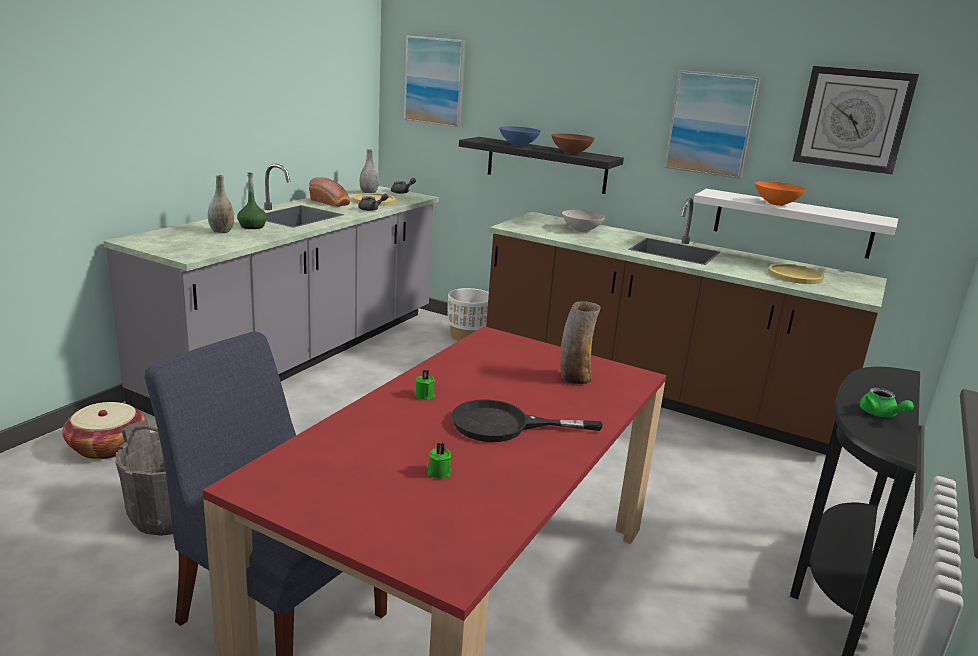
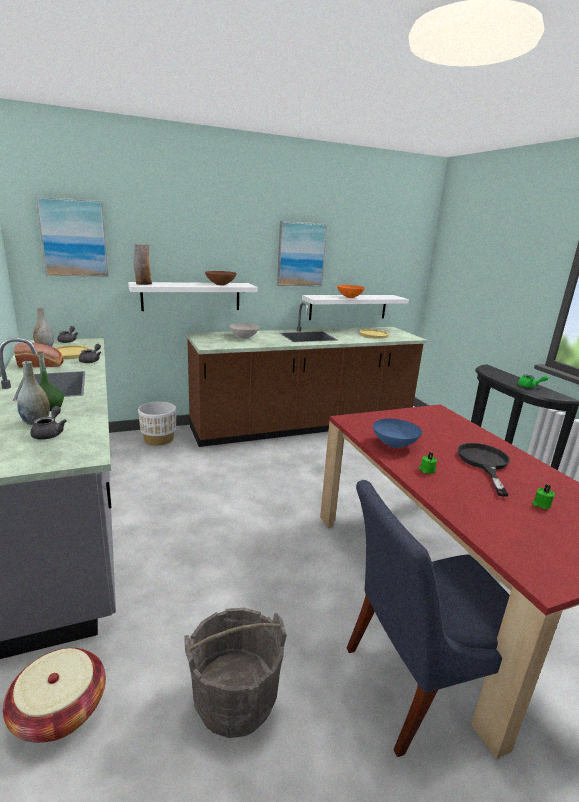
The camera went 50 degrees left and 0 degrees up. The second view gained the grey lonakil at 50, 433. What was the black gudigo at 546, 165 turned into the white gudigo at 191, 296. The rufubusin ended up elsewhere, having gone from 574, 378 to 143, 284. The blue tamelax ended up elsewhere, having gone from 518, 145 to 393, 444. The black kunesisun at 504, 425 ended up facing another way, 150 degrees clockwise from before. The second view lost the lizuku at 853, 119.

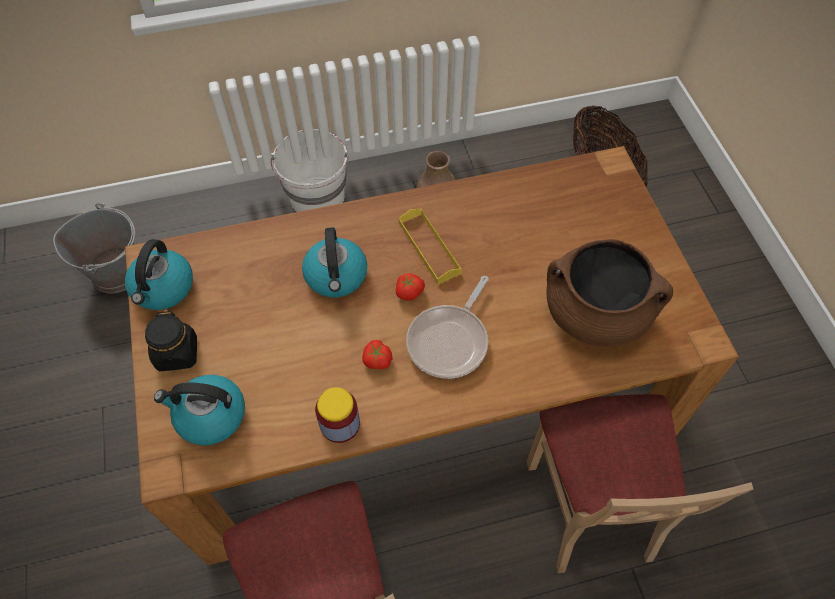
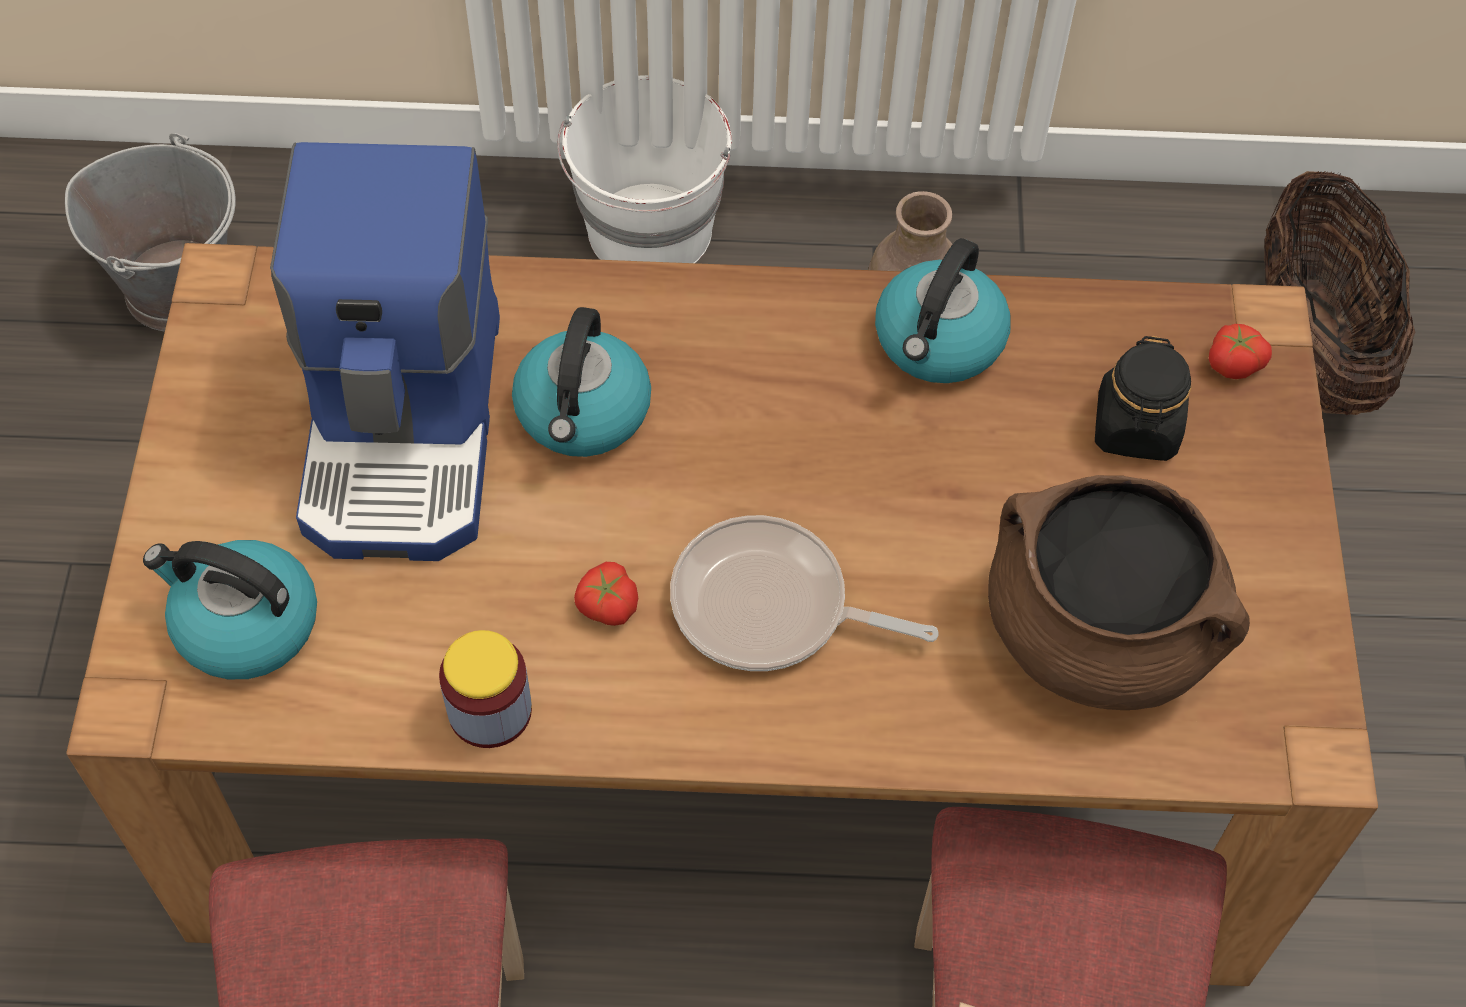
The camera went 15 degrees right and 0 degrees up. The second view gained the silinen at 408, 428. The kunesisun at 450, 341 ended up facing another way, 60 degrees clockwise from before. The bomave ended up elsewhere, having gone from 163, 289 to 938, 342. The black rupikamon ended up elsewhere, having gone from 177, 353 to 1136, 428. The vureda ended up elsewhere, having gone from 408, 291 to 1233, 362. The second view lost the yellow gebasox at 429, 248.

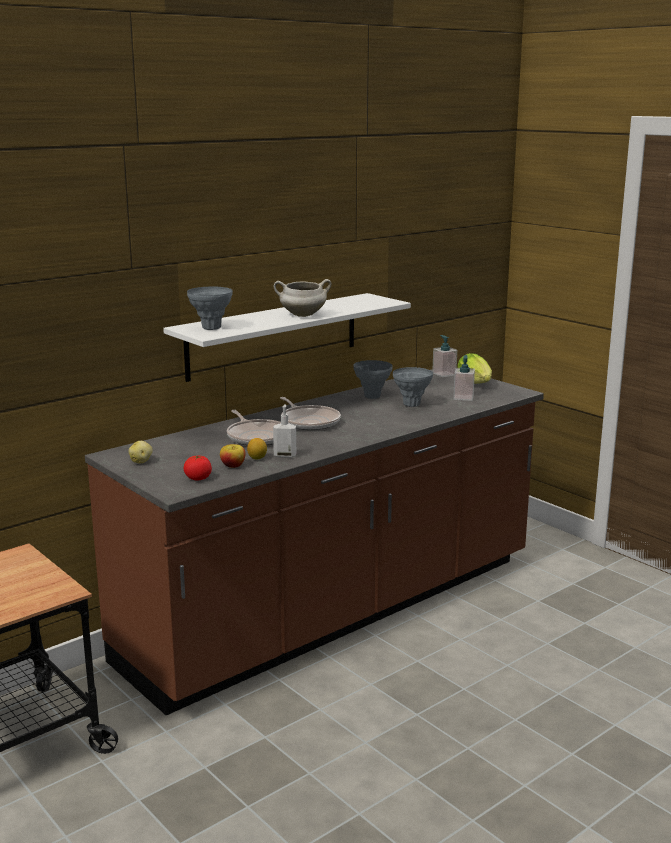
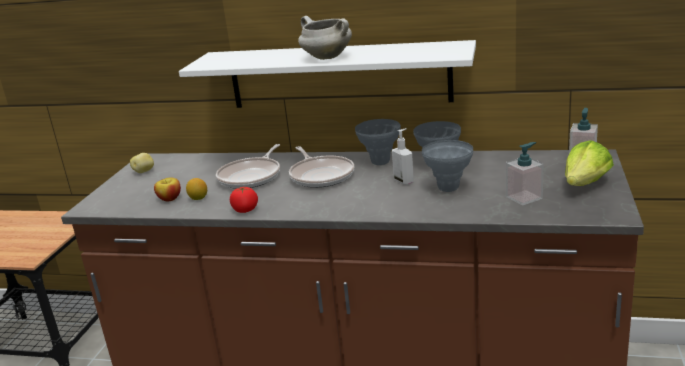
The camera went 55 degrees right and 5 degrees up. The vureda ended up elsewhere, having gone from 198, 478 to 245, 210. The kunesisun at 309, 421 ended up facing another way, 45 degrees counterclockwise from before. The grey rufubusin ended up elsewhere, having gone from 211, 328 to 380, 162. The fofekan ended up elsewhere, having gone from 285, 455 to 404, 181.

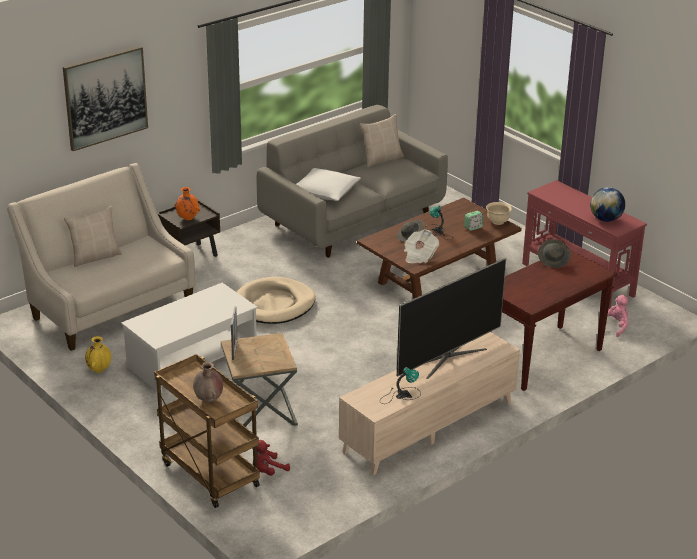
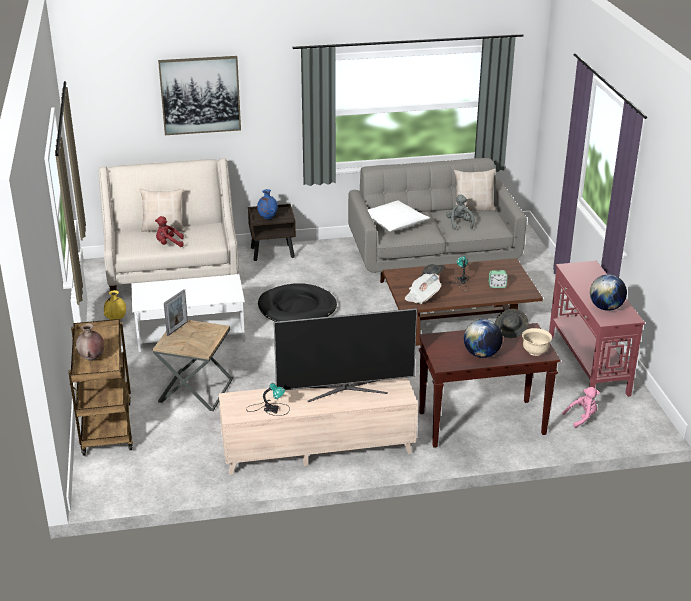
The camera went 30 degrees right and 0 degrees up. The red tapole ended up elsewhere, having gone from 267, 471 to 168, 244. What was the orange rufubusin at 187, 218 turned into the blue rufubusin at 267, 217. What was the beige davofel at 274, 304 turned into the black davofel at 297, 308. The second view gained the grey tapole at 459, 224. The second view gained the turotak at 481, 354. The beige tamelax ended up elsewhere, having gone from 497, 221 to 535, 351.

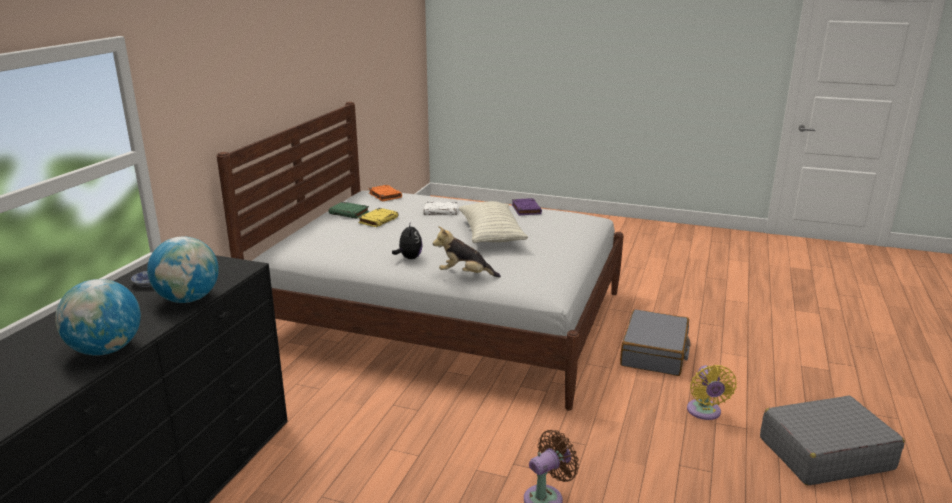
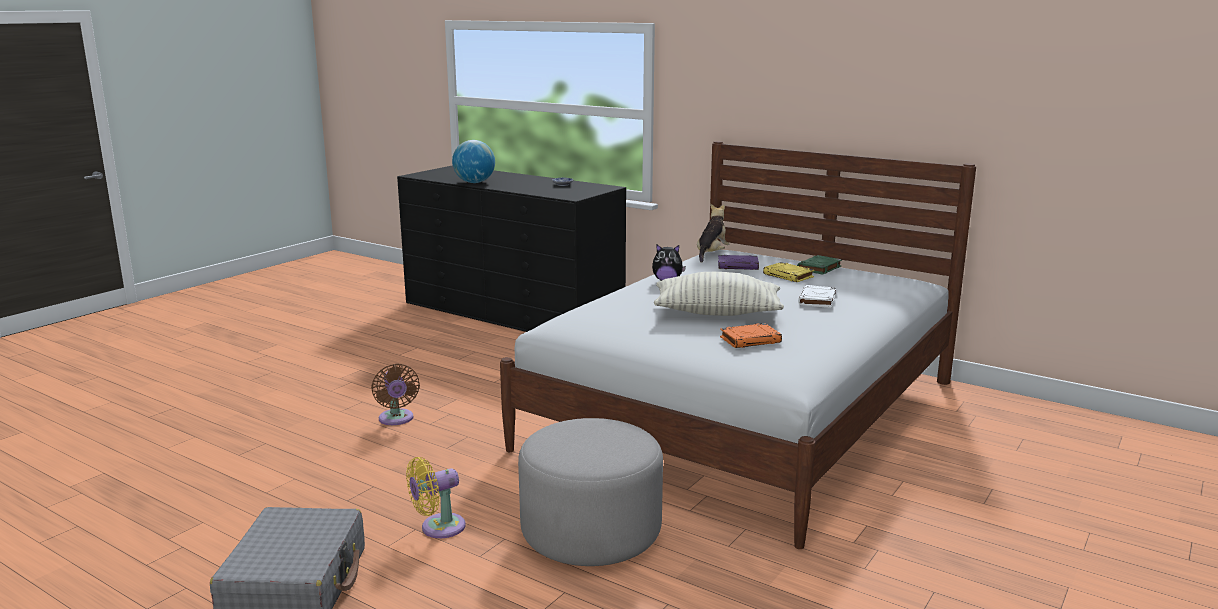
The camera went 105 degrees right and 5 degrees down. The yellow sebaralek at 704, 412 ended up facing another way, 45 degrees counterclockwise from before. Where the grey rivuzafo stood at 654, 353, the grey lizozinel came to stand at 591, 532. The tapole ended up elsewhere, having gone from 465, 275 to 711, 254. The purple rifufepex ended up elsewhere, having gone from 526, 209 to 738, 266. The orange rifufepex ended up elsewhere, having gone from 384, 195 to 750, 340. The second view lost the turotak at 188, 299.

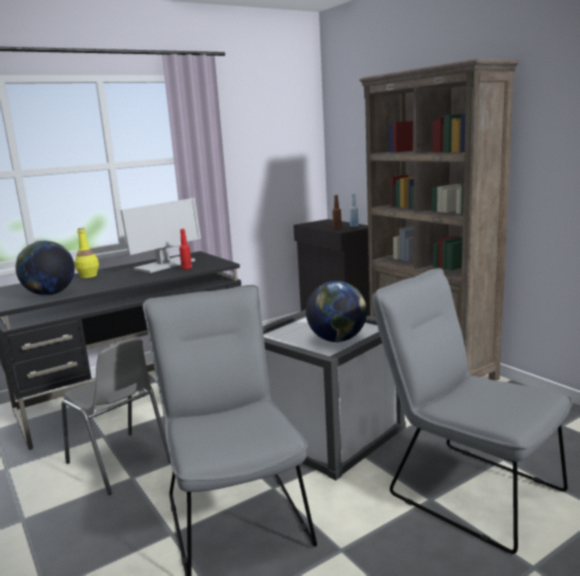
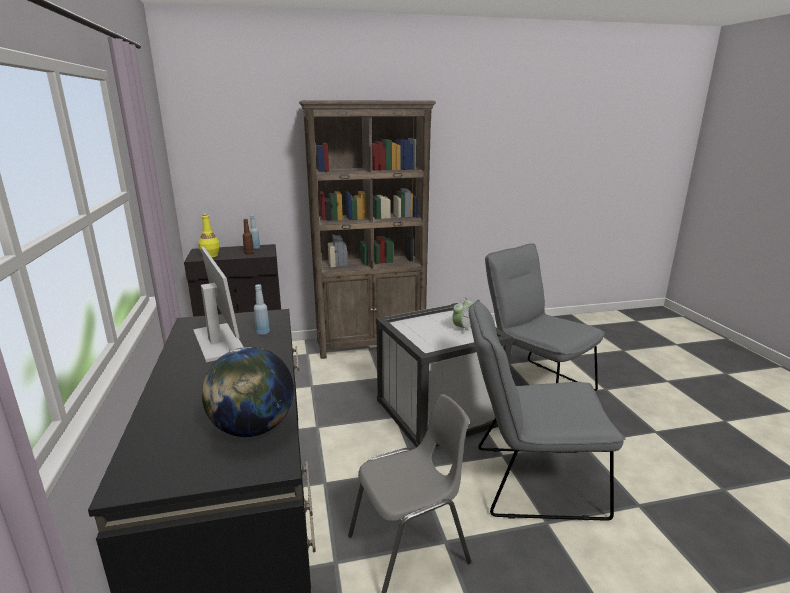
The camera went 70 degrees left and 5 degrees up. The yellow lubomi ended up elsewhere, having gone from 88, 276 to 210, 256. What was the red lubomi at 186, 268 turned into the blue lubomi at 263, 332. Where the turotak stood at 337, 340, the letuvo came to stand at 463, 329. The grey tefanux at 465, 488 ended up facing another way, 75 degrees clockwise from before.

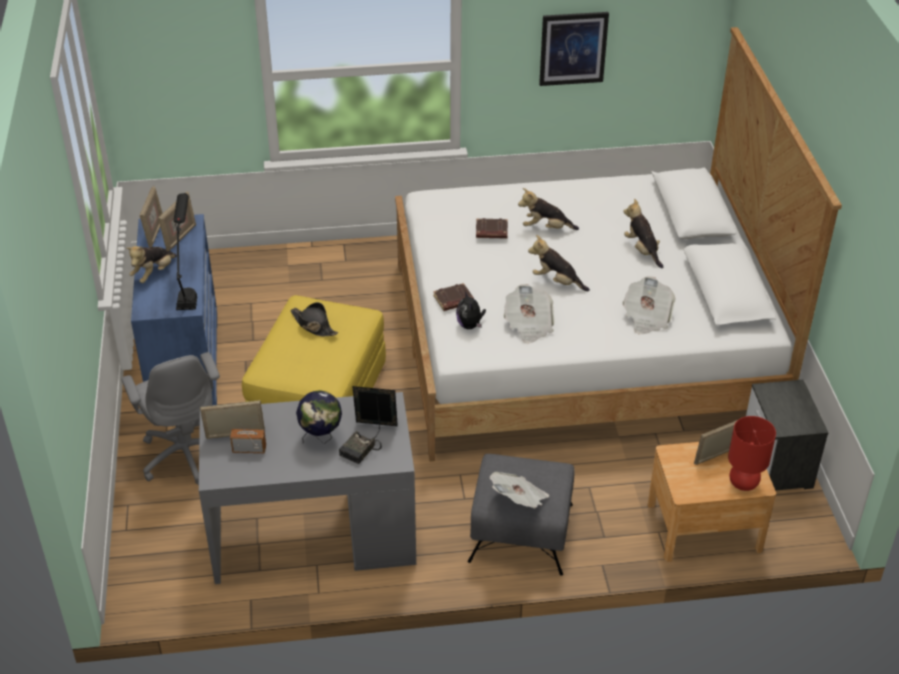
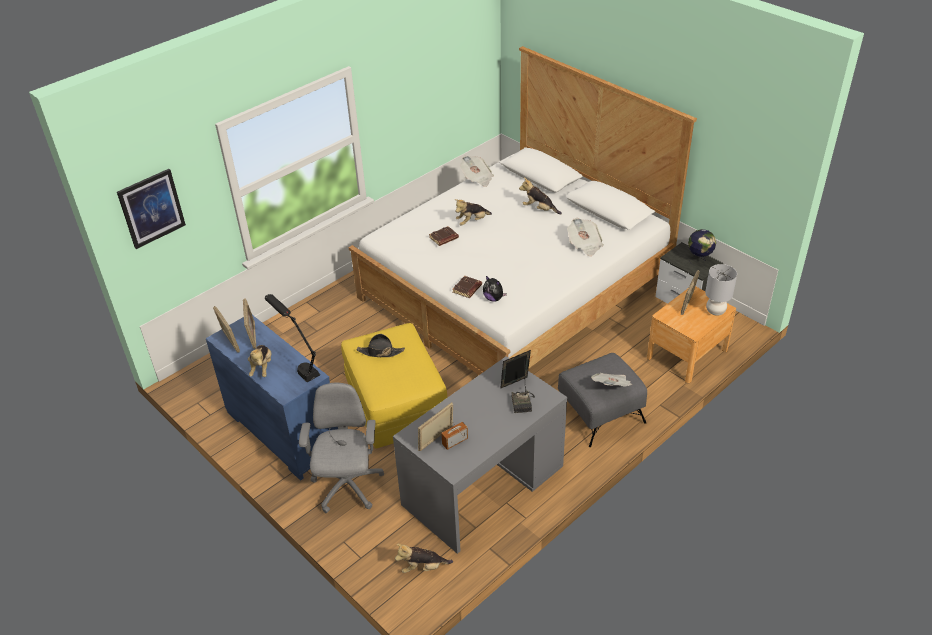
The camera went 35 degrees left and 0 degrees up. The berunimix ended up elsewhere, having gone from 573, 48 to 151, 208. The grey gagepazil at 185, 454 ended up facing another way, 120 degrees counterclockwise from before. The tapole ended up elsewhere, having gone from 556, 281 to 423, 567. The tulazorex ended up elsewhere, having gone from 528, 325 to 477, 178. The turotak ended up elsewhere, having gone from 321, 437 to 699, 259. What was the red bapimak at 744, 483 turned into the grey bapimak at 715, 311.

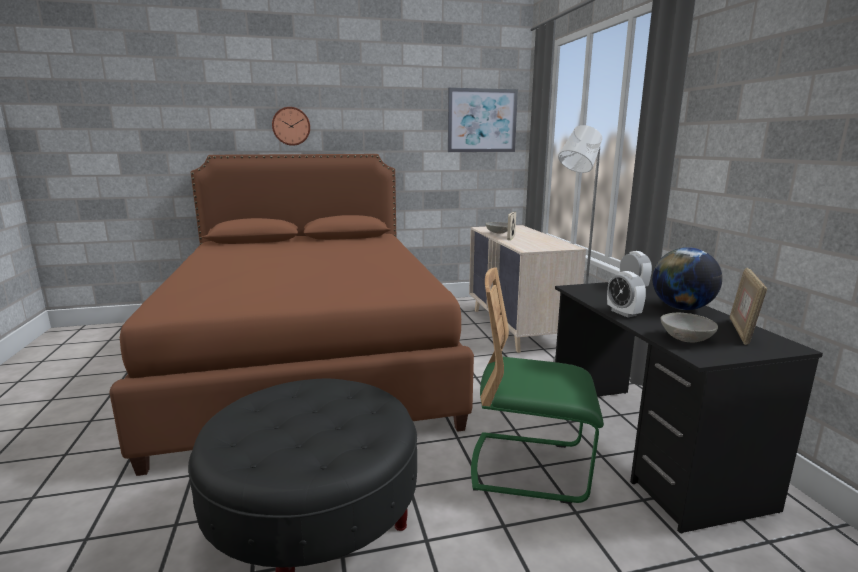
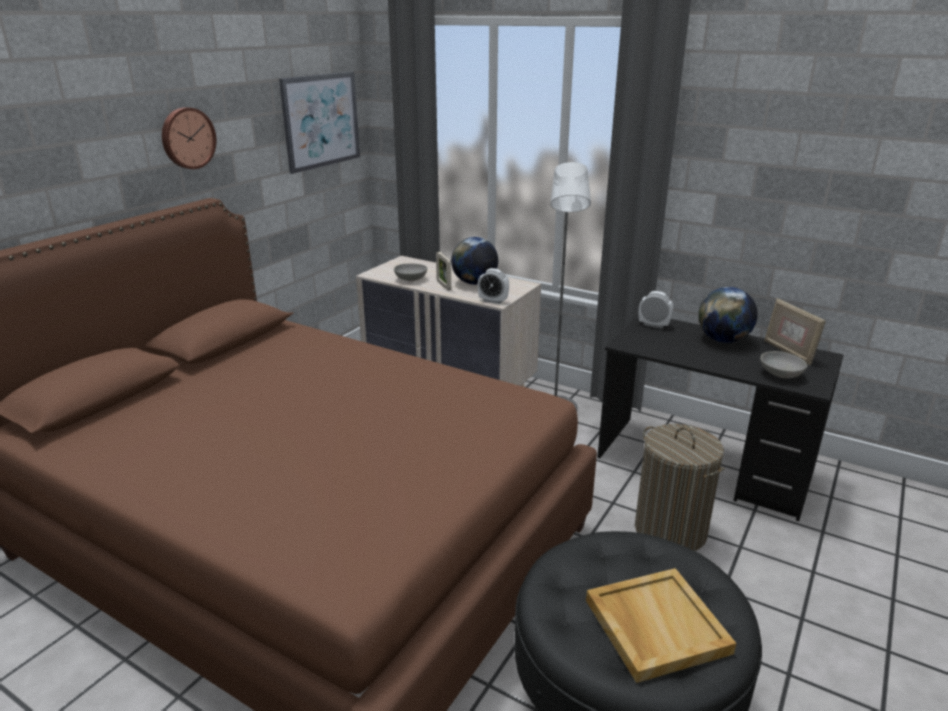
The camera went 45 degrees left and 10 degrees up. The lizuku ended up elsewhere, having gone from 291, 126 to 187, 138. The second view gained the turotak at 474, 283. The letuvo ended up elsewhere, having gone from 623, 313 to 493, 301. The second view gained the beige gebasox at 655, 625. Where the green tefanux stood at 529, 467, the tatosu came to stand at 670, 530.

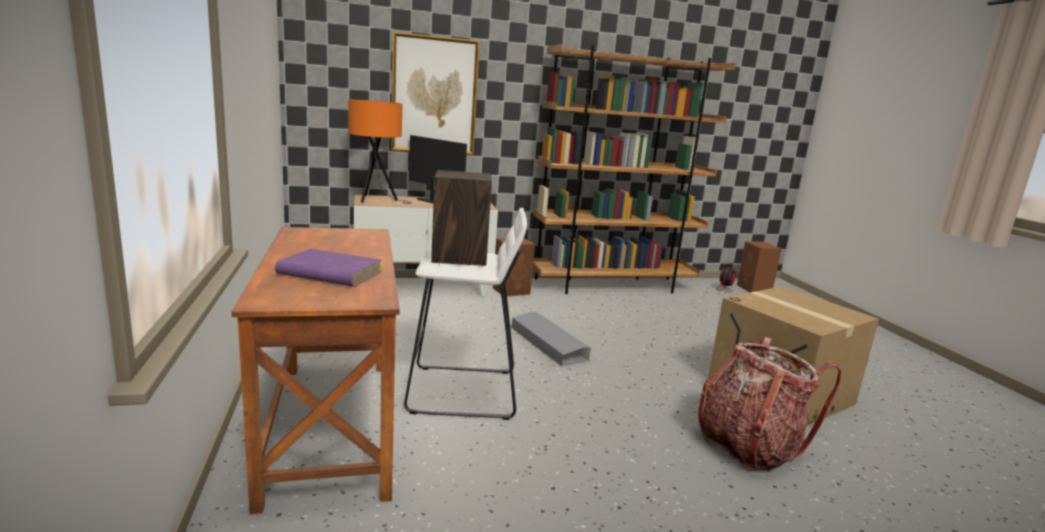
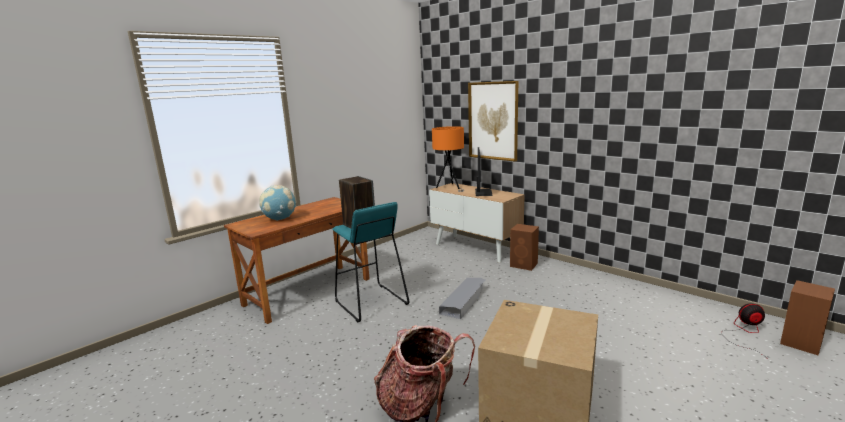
The camera went 60 degrees right and 0 degrees up. Where the purple rifufepex stood at 329, 273, the turotak came to stand at 280, 219. What was the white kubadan at 464, 392 turned into the turquoise kubadan at 370, 303. The second view lost the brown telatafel at 612, 286.

